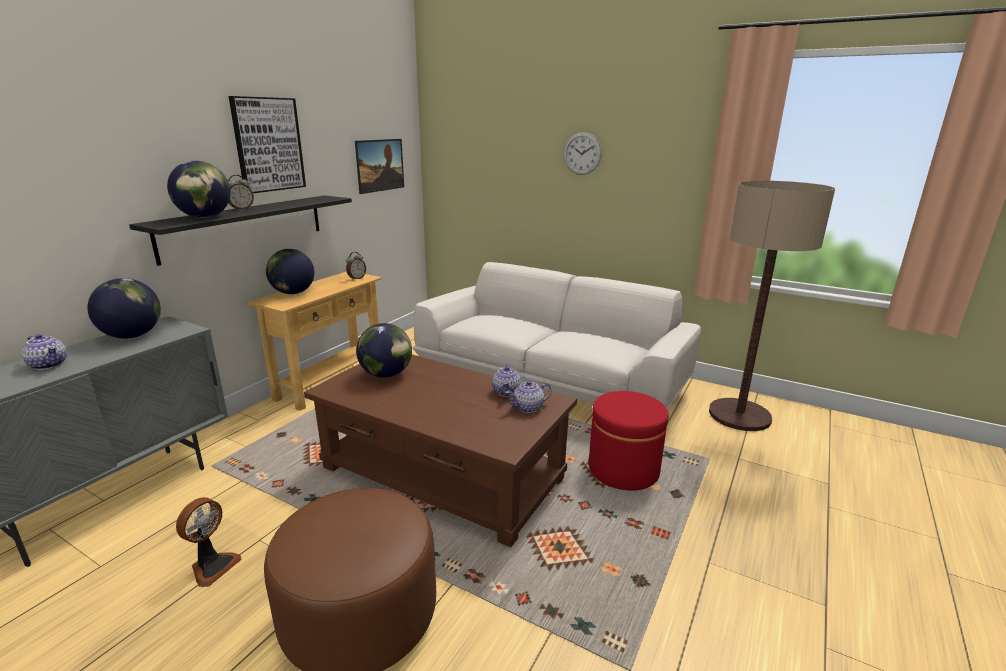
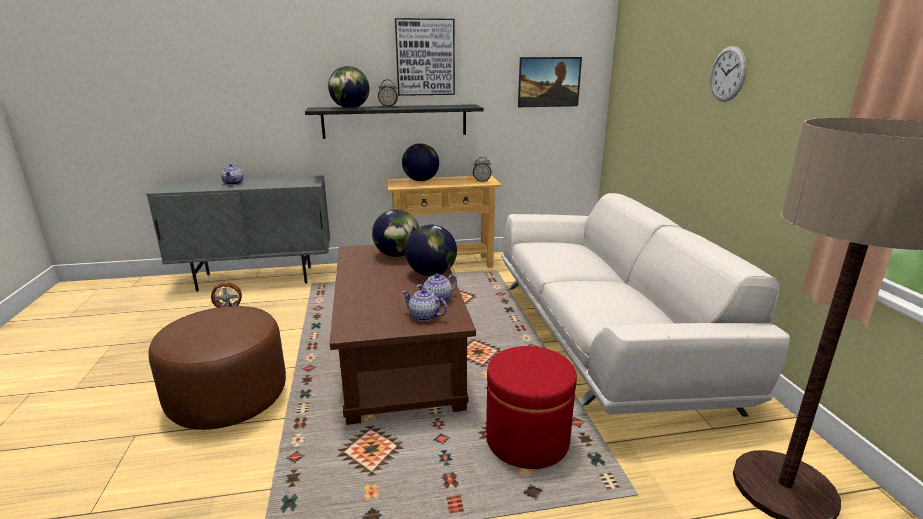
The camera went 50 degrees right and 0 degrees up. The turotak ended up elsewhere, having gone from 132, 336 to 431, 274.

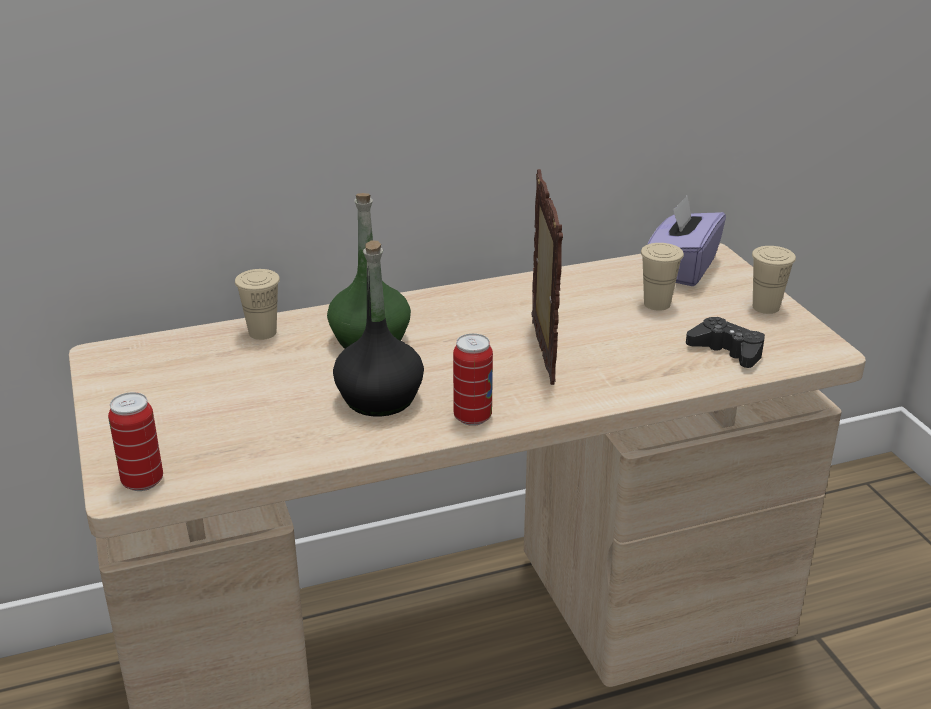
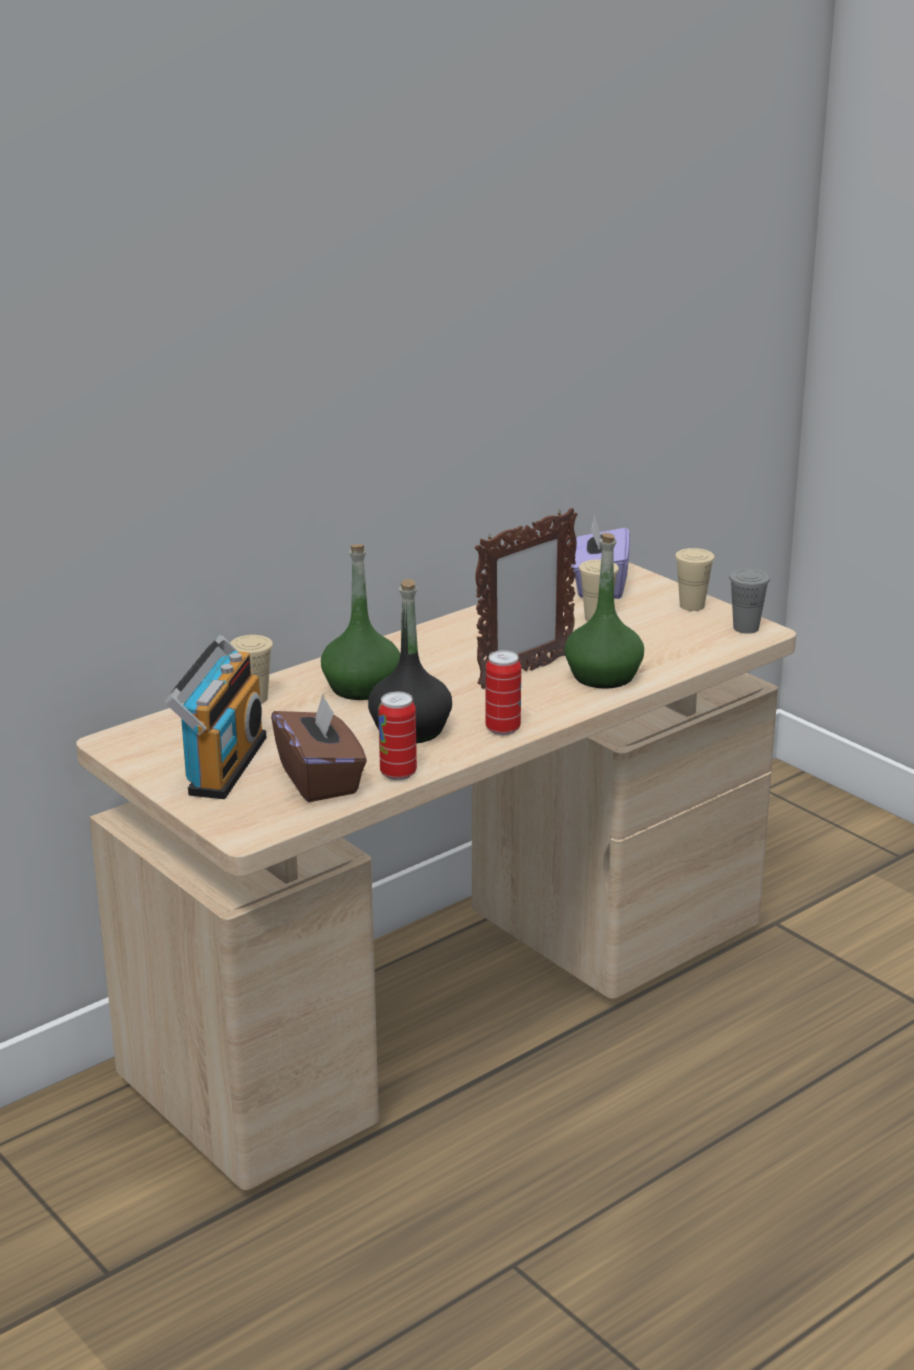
The camera went 20 degrees left and 5 degrees down. The second view gained the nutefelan at 221, 765. The second view gained the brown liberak at 320, 779. The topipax ended up elsewhere, having gone from 142, 481 to 398, 773. The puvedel at 541, 353 ended up facing another way, 75 degrees clockwise from before. The second view gained the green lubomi at 603, 676. The second view gained the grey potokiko at 746, 628. The second view lost the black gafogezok at 727, 351.

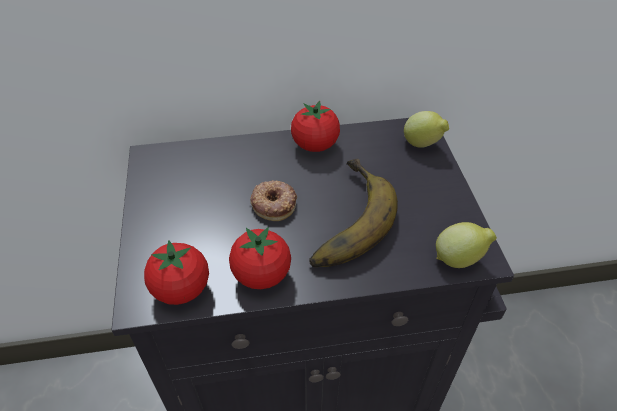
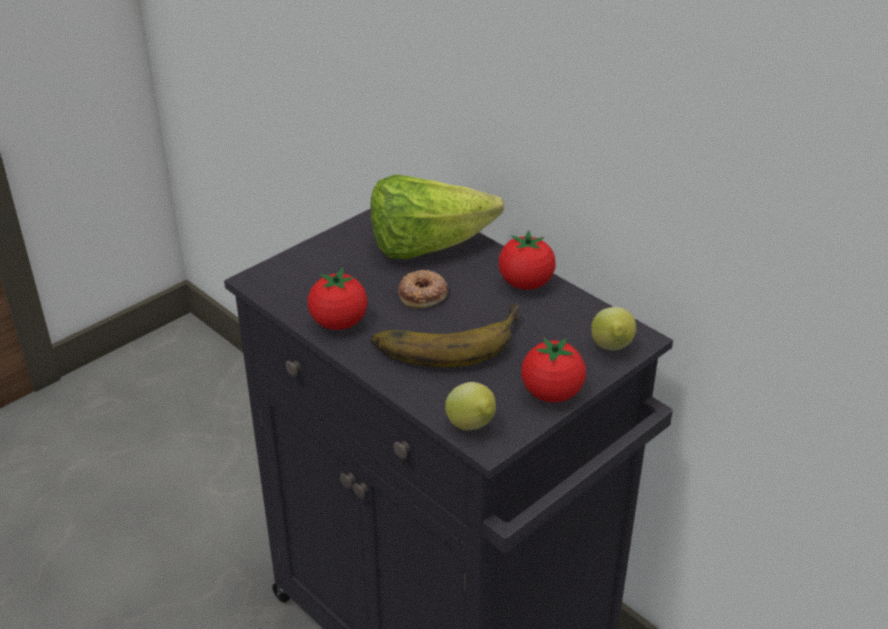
The camera went 55 degrees right and 10 degrees down. The second view gained the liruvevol at 426, 247. The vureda ended up elsewhere, having gone from 181, 289 to 551, 393.

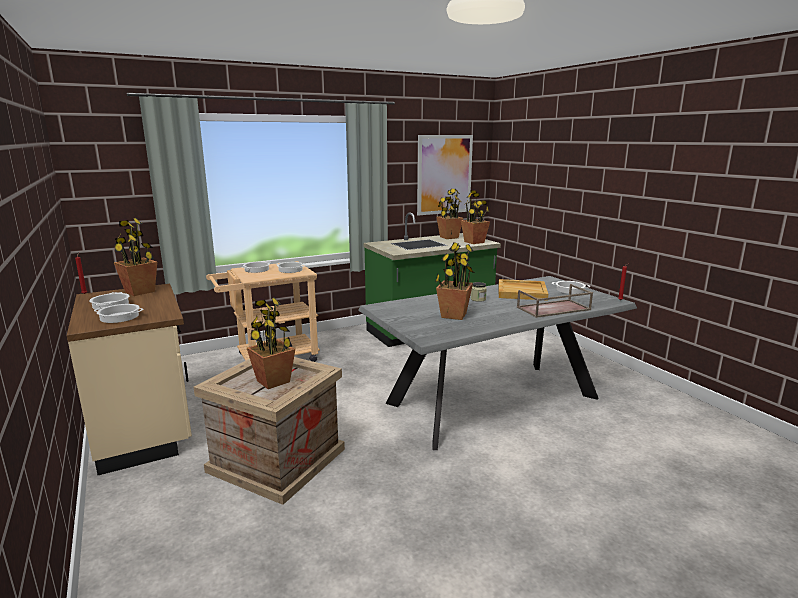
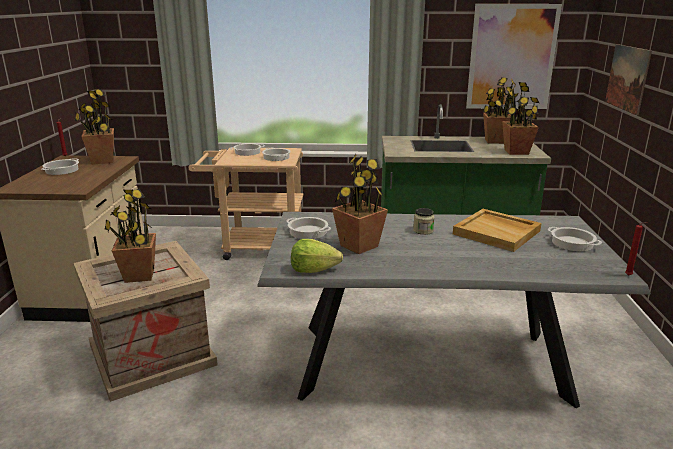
The camera went 30 degrees right and 5 degrees up. The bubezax ended up elsewhere, having gone from 119, 317 to 307, 232. The second view gained the liruvevol at 313, 270. The second view gained the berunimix at 627, 78. The second view lost the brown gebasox at 553, 309.

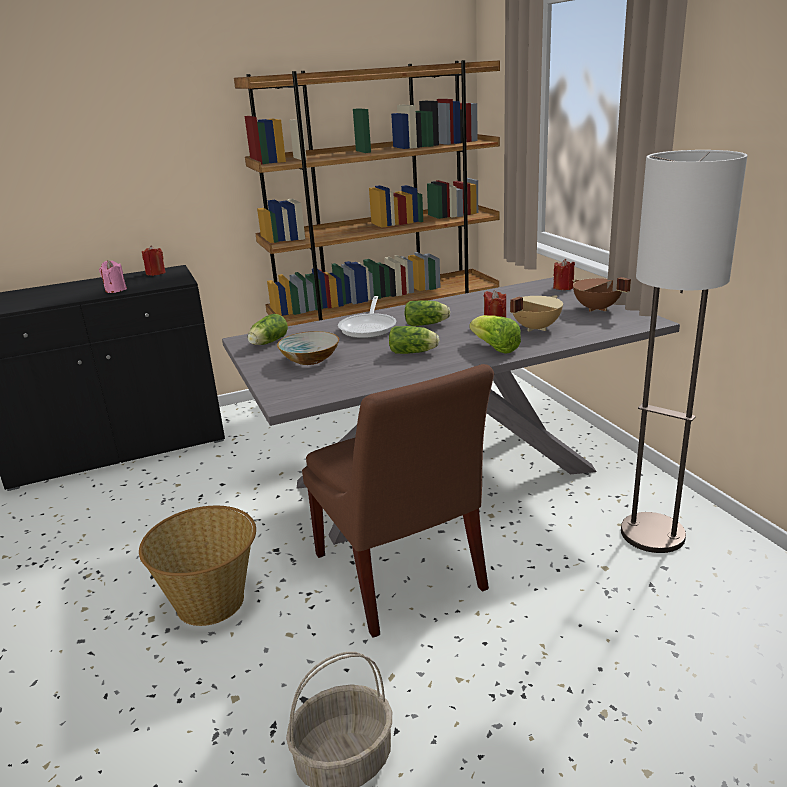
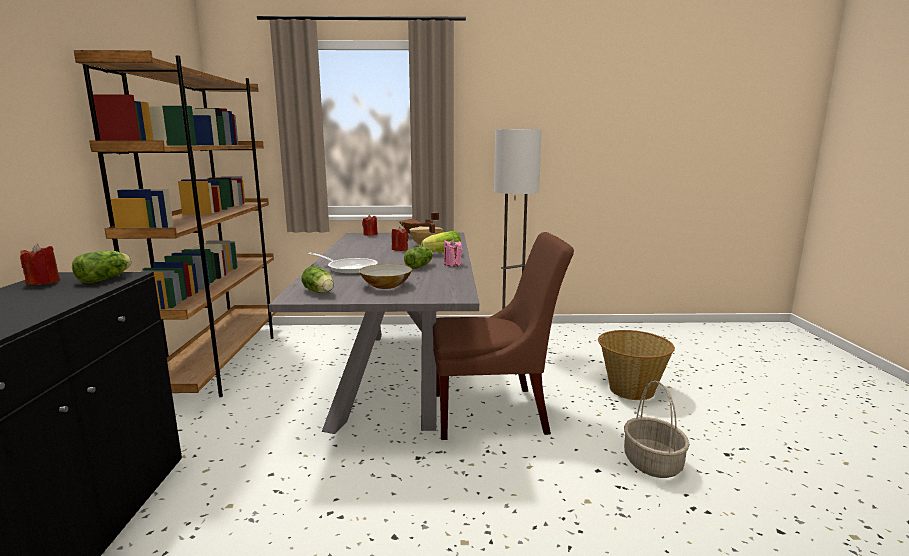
The camera went 70 degrees left and 10 degrees down. The liruvevol ended up elsewhere, having gone from 427, 324 to 107, 278. The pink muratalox ended up elsewhere, having gone from 115, 290 to 452, 264. The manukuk ended up elsewhere, having gone from 211, 601 to 631, 389.

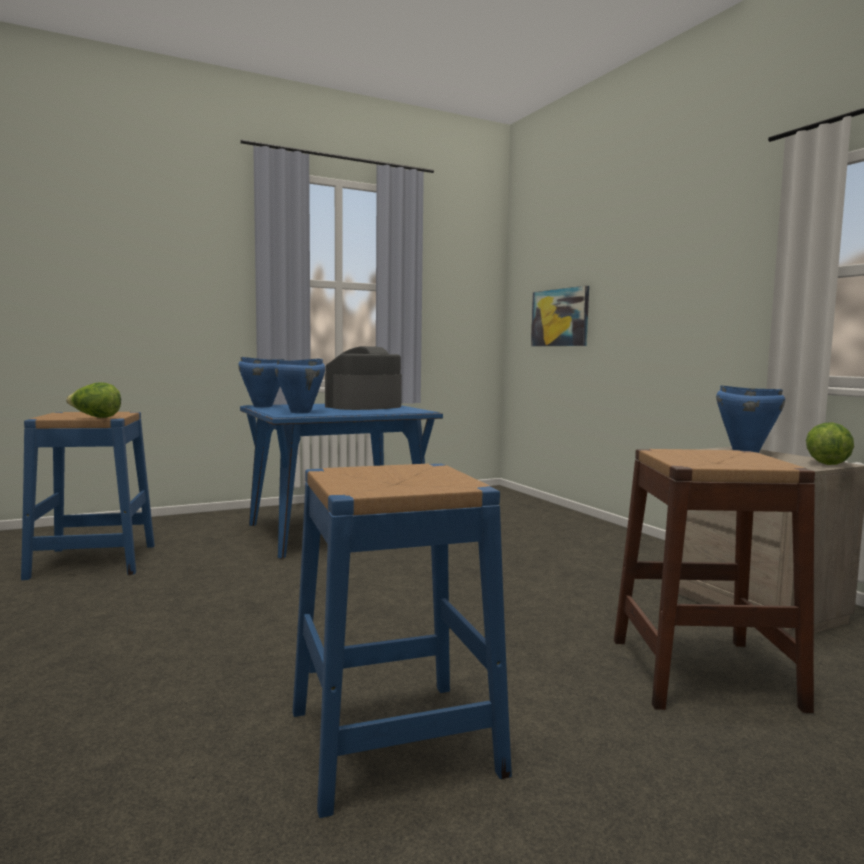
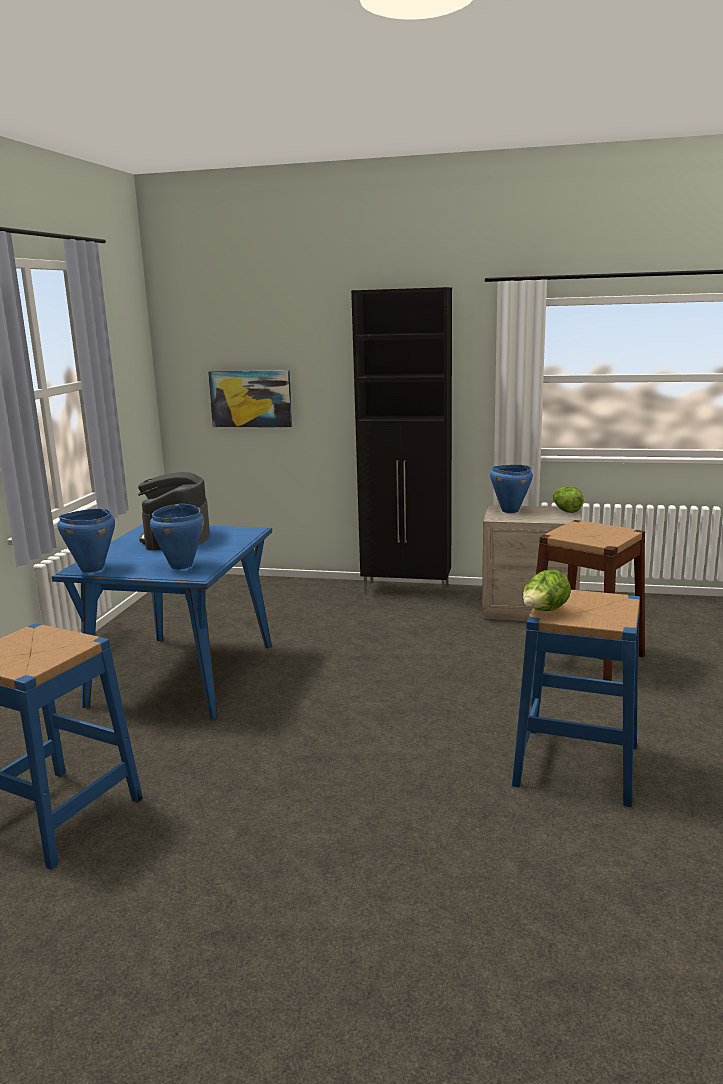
The camera went 50 degrees left and 10 degrees up. The second view gained the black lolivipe at 407, 590. The liruvevol ended up elsewhere, having gone from 95, 417 to 544, 611.

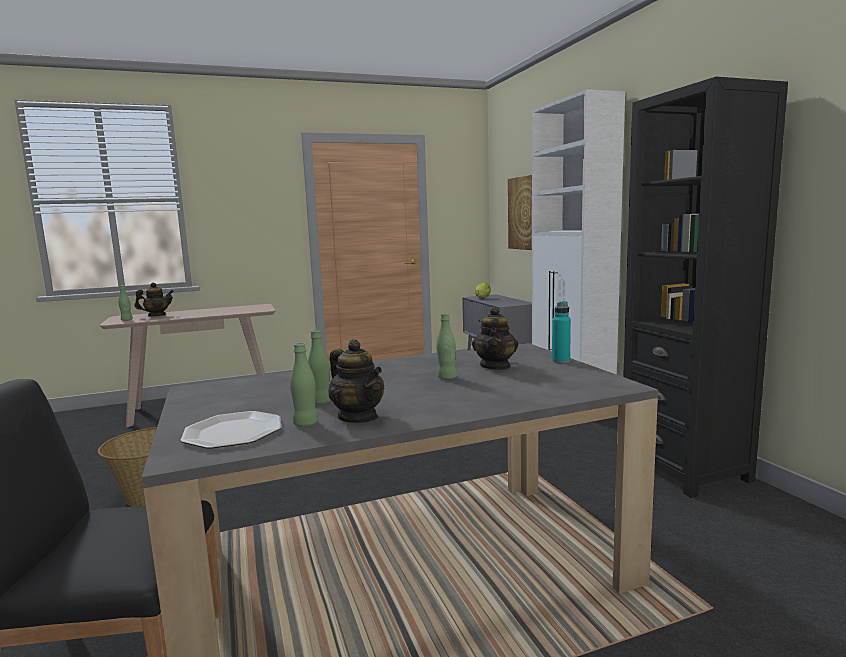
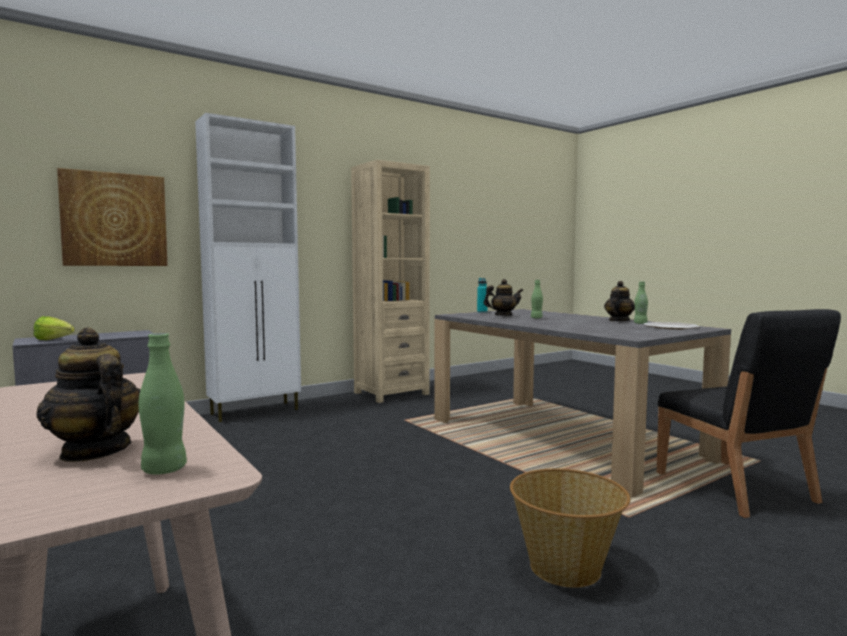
The camera went 105 degrees left and 5 degrees down. What was the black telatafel at 684, 469 turned into the beige telatafel at 391, 393. The second view lost the green lubomi at 320, 402.

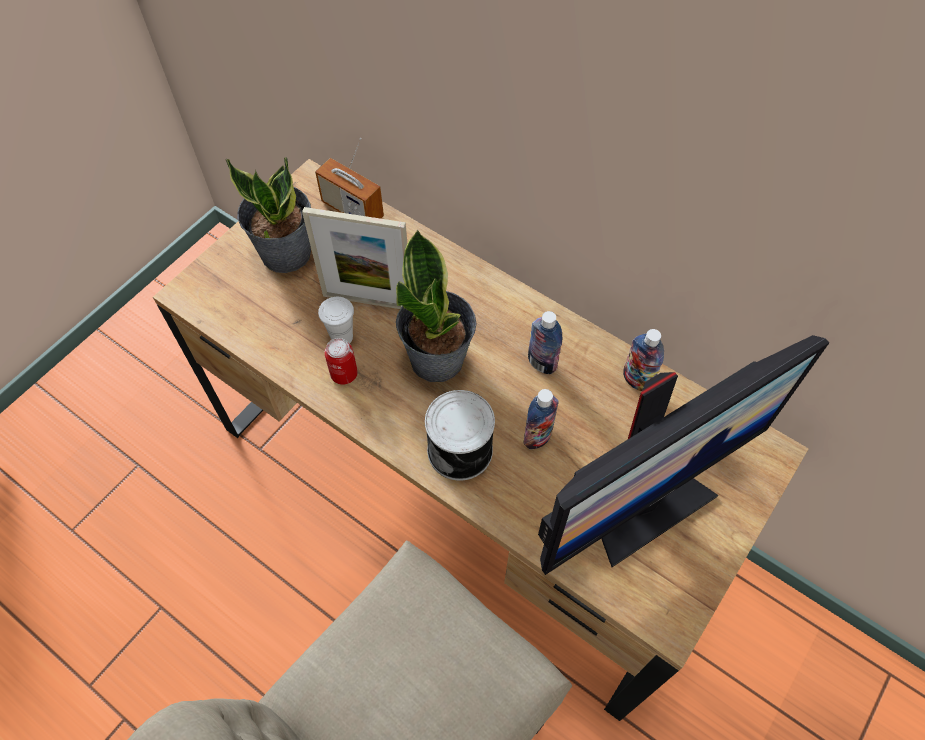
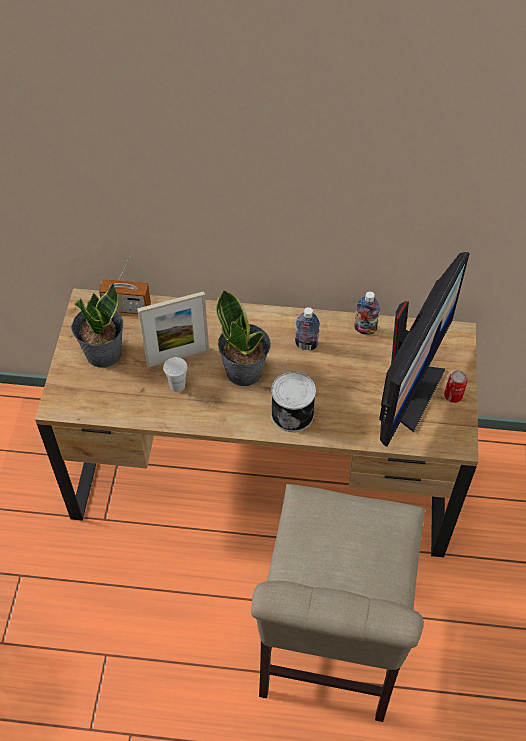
The camera went 30 degrees left and 5 degrees down. The topipax ended up elsewhere, having gone from 344, 374 to 453, 396. The second view lost the lubomi at 537, 437.

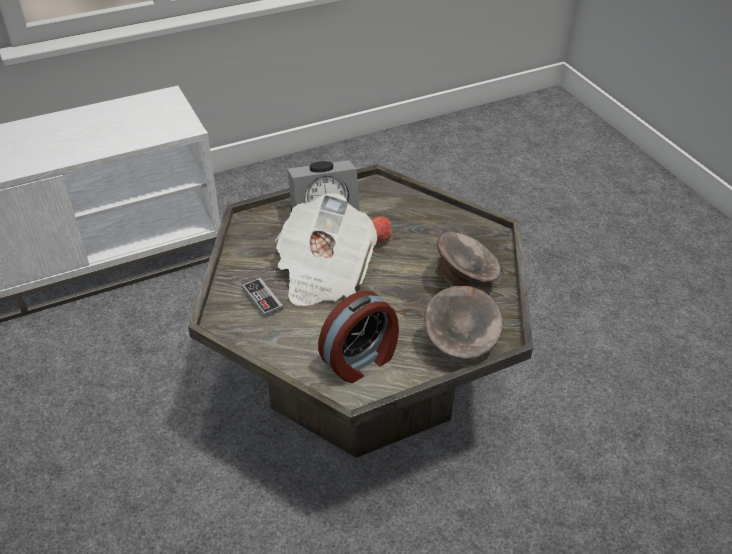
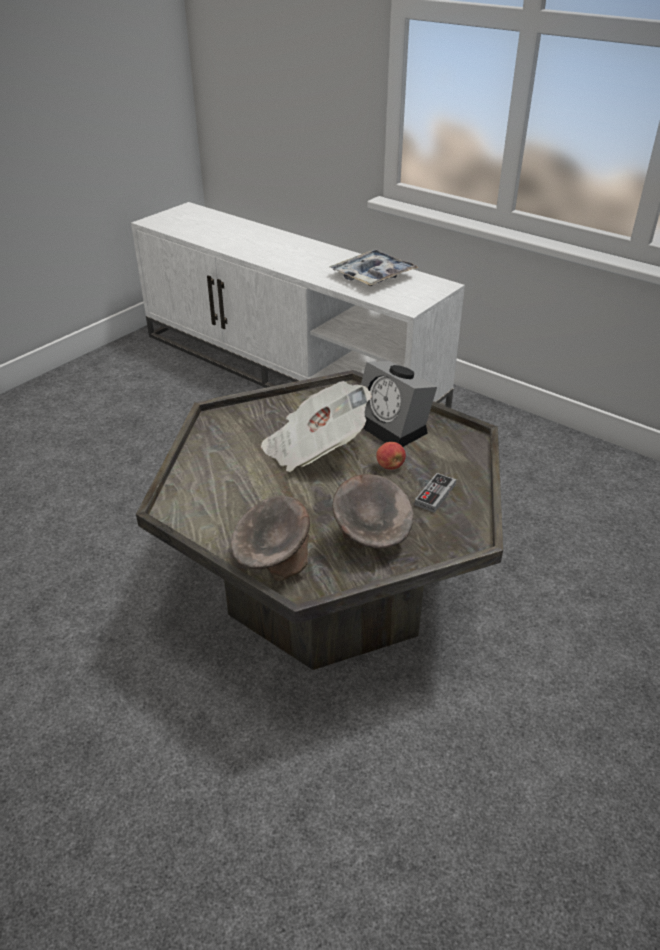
The camera went 65 degrees right and 5 degrees down. The second view gained the gebasox at 373, 276. The gafogezok ended up elsewhere, having gone from 262, 300 to 435, 495. The second view lost the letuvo at 360, 360.

